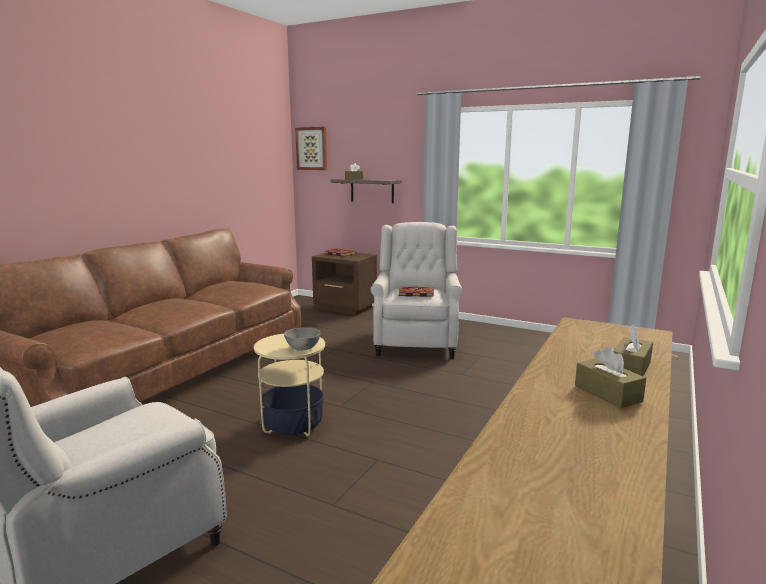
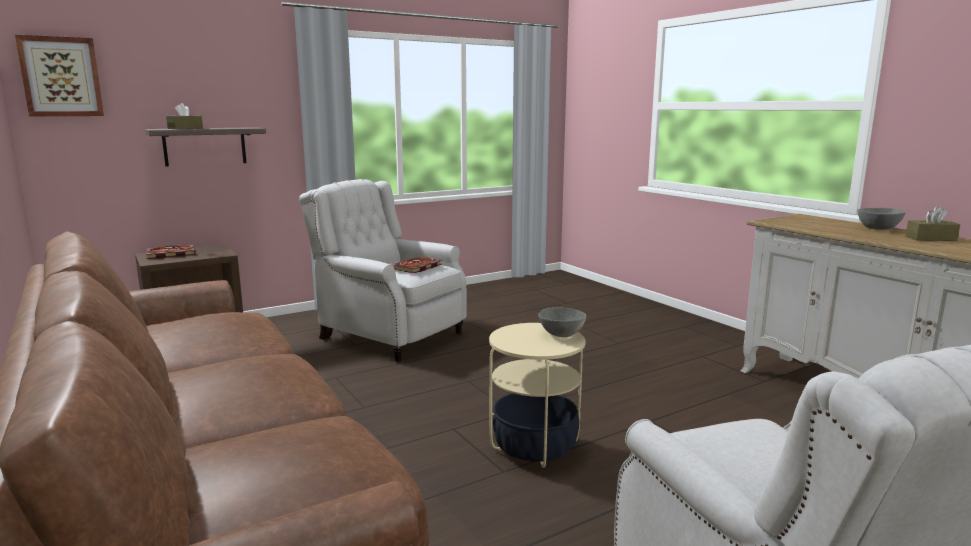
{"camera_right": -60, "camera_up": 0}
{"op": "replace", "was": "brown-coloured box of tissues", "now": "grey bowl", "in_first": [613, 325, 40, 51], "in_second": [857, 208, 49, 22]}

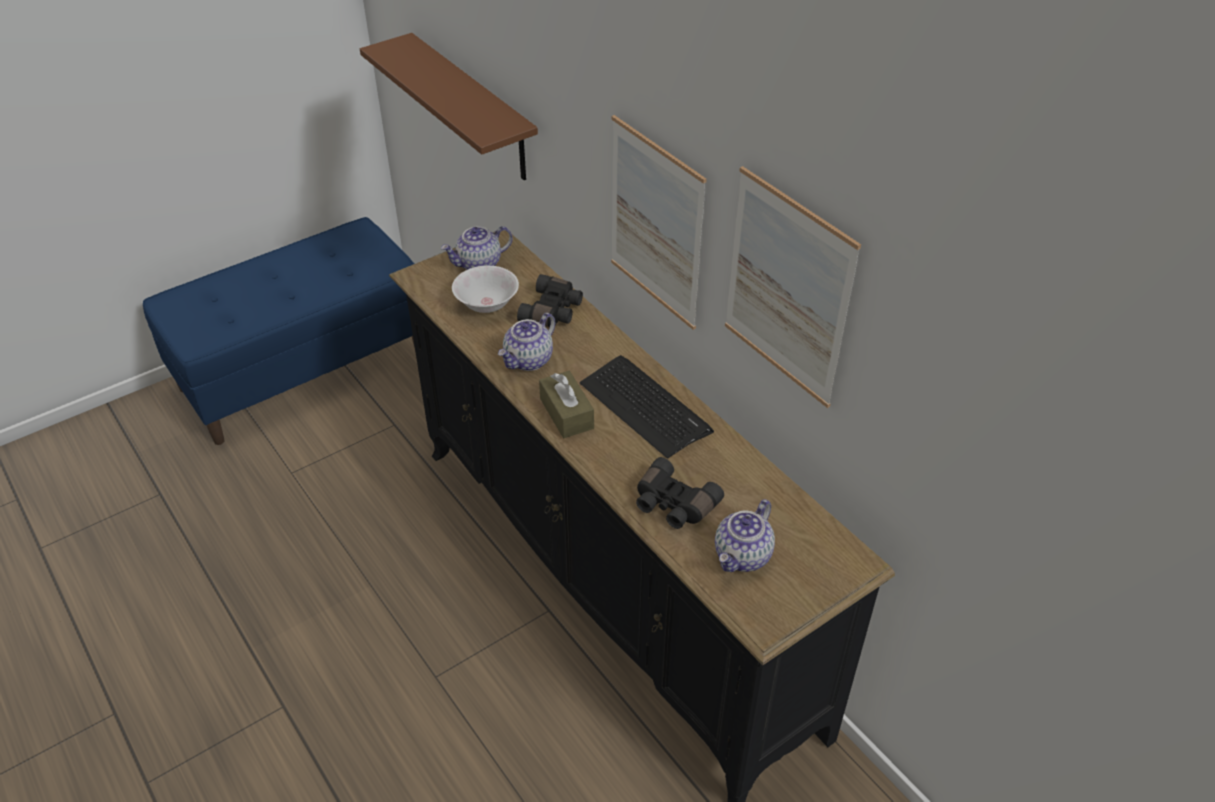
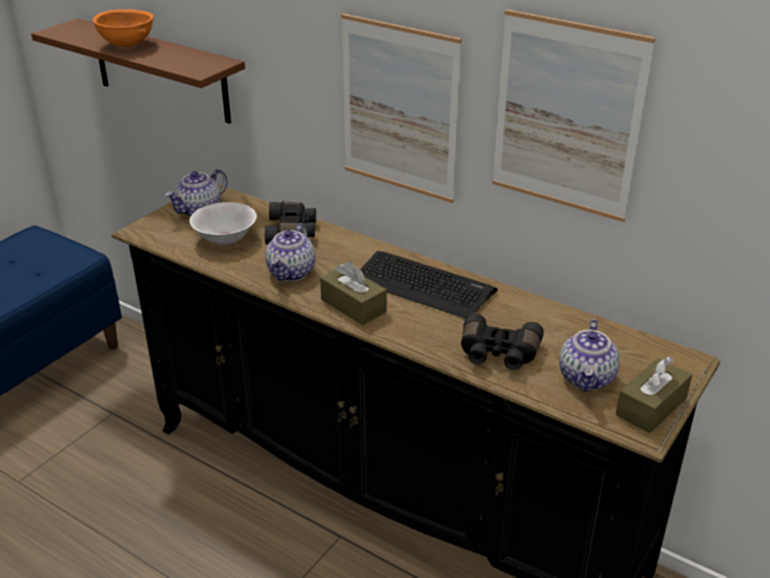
{"camera_right": -20, "camera_up": -10}
{"op": "insert", "now": "orange-coloured bowl", "in_second": [93, 9, 61, 38]}
{"op": "insert", "now": "brown-coloured box of tissues", "in_second": [616, 356, 76, 77]}

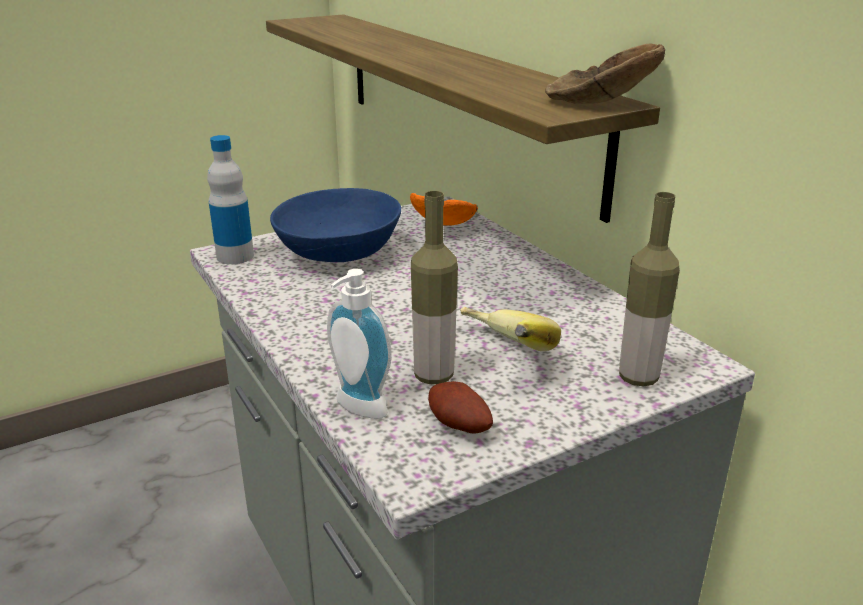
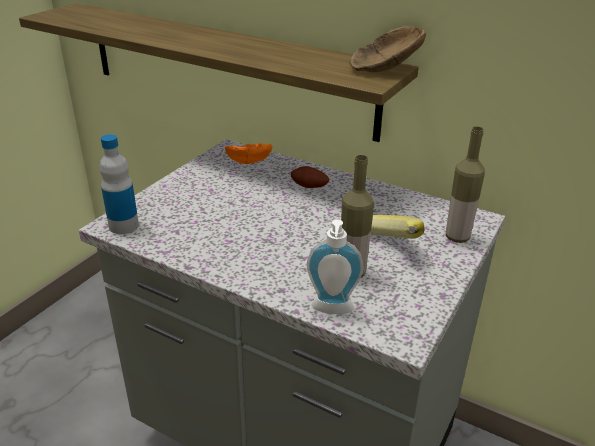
{"camera_right": -30, "camera_up": 5}
{"op": "delete", "was": "bluish bowl", "in_first": [270, 188, 131, 74]}
{"op": "move", "was": "whole potato", "in_first": [428, 381, 65, 53], "in_second": [291, 166, 38, 22]}

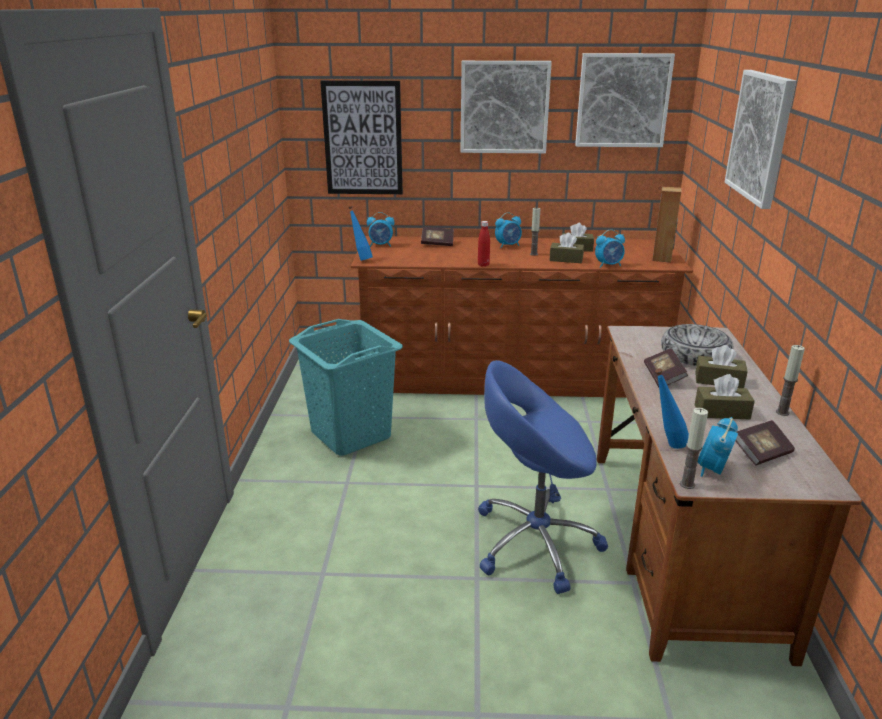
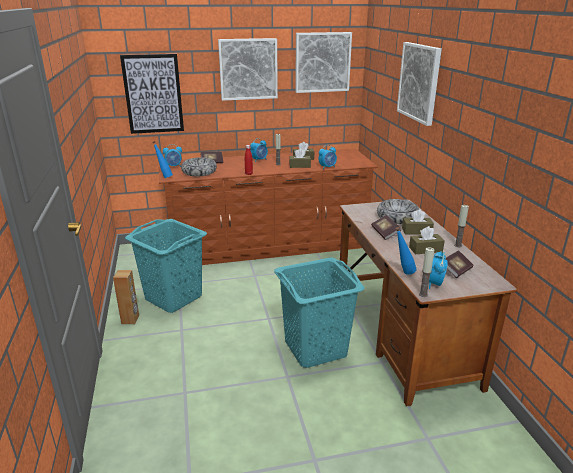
{"camera_right": -15, "camera_up": 0}
{"op": "insert", "now": "bowl", "in_second": [181, 157, 36, 19]}
{"op": "move", "was": "brown-coloured loudspeaker", "in_first": [653, 187, 28, 76], "in_second": [113, 270, 26, 54]}
{"op": "replace", "was": "bluish computer chair", "now": "turquoise hamper", "in_first": [478, 360, 130, 234], "in_second": [274, 257, 90, 111]}

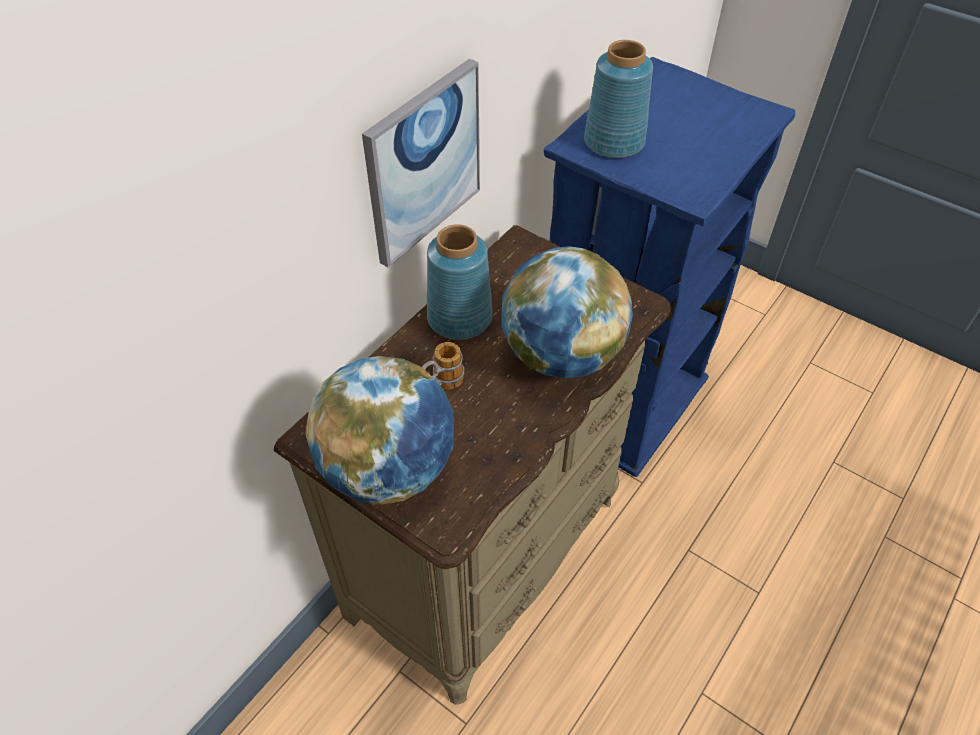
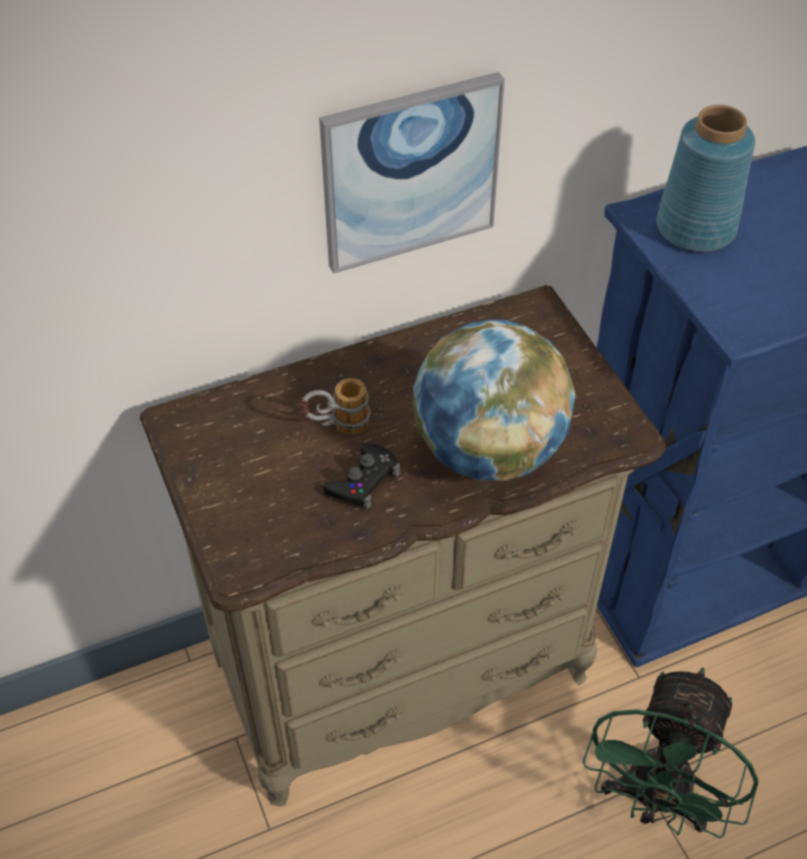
{"camera_right": 30, "camera_up": 0}
{"op": "delete", "was": "world globe", "in_first": [305, 356, 149, 149]}
{"op": "delete", "was": "bluish decorative vase", "in_first": [427, 224, 66, 116]}
{"op": "insert", "now": "black-coloured joypad", "in_second": [323, 443, 77, 66]}
{"op": "insert", "now": "greenish electric fan", "in_second": [583, 667, 176, 171]}

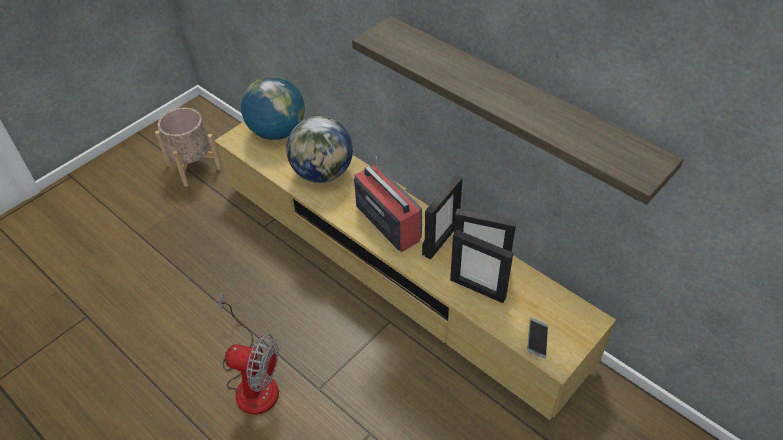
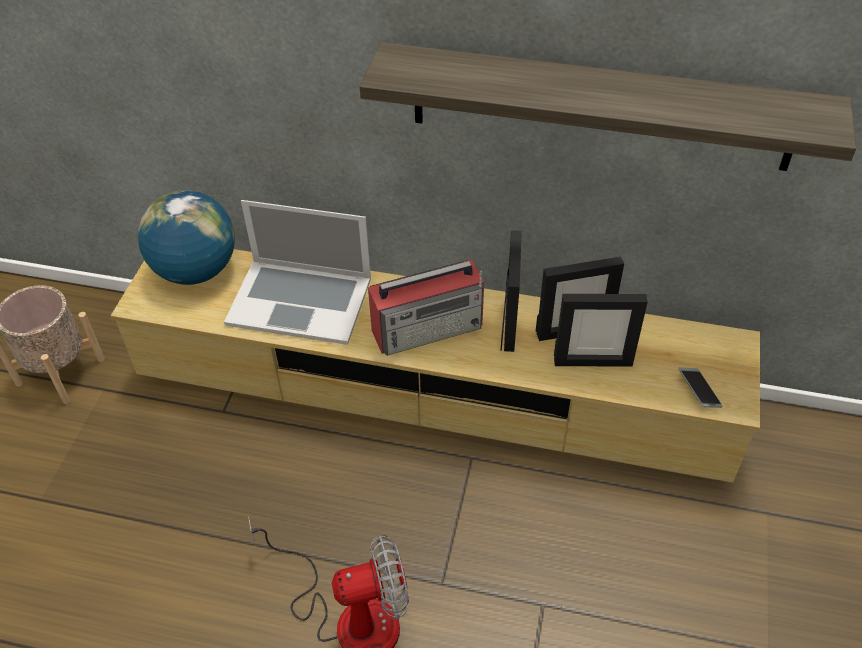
{"camera_right": -30, "camera_up": 0}
{"op": "replace", "was": "world globe", "now": "portable computer", "in_first": [286, 116, 67, 67], "in_second": [224, 200, 147, 145]}
{"op": "rotate", "was": "radio receiver", "in_first": [354, 157, 69, 95], "in_second": [368, 260, 116, 96], "clockwise": 135}

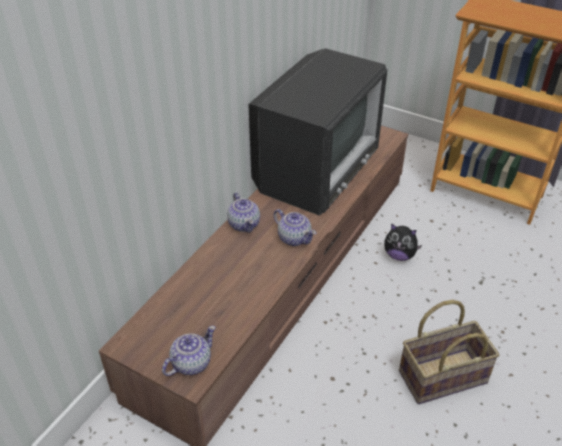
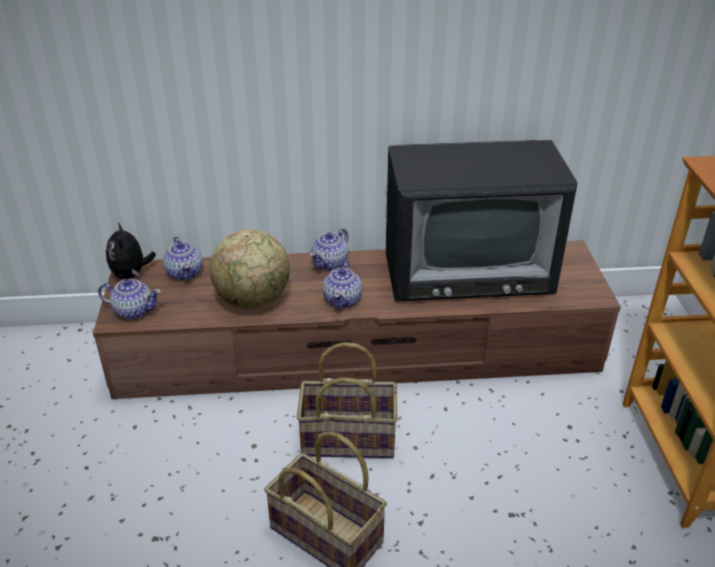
{"camera_right": 55, "camera_up": -5}
{"op": "insert", "now": "tea pot", "in_second": [163, 236, 39, 45]}
{"op": "insert", "now": "world globe", "in_second": [210, 230, 80, 79]}
{"op": "insert", "now": "household basket", "in_second": [297, 342, 100, 116]}
{"op": "move", "was": "soft toy", "in_first": [384, 223, 38, 38], "in_second": [106, 222, 50, 57]}

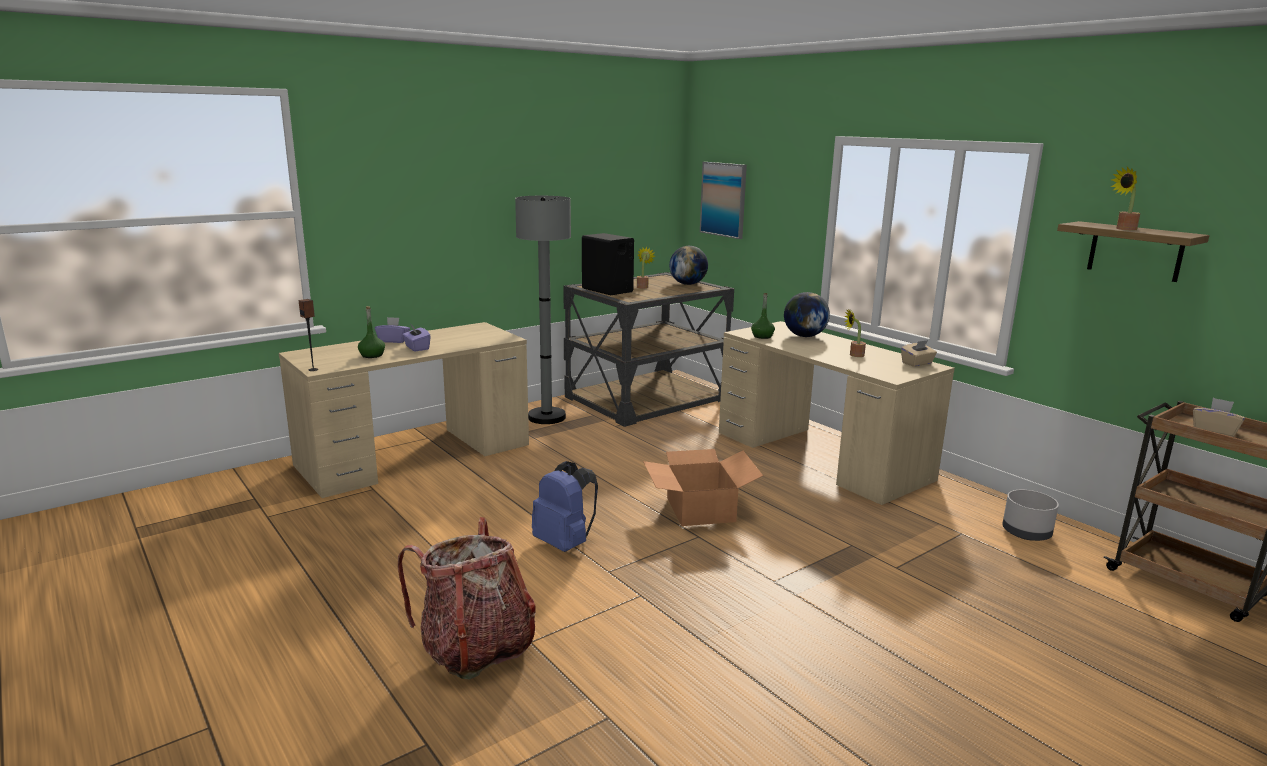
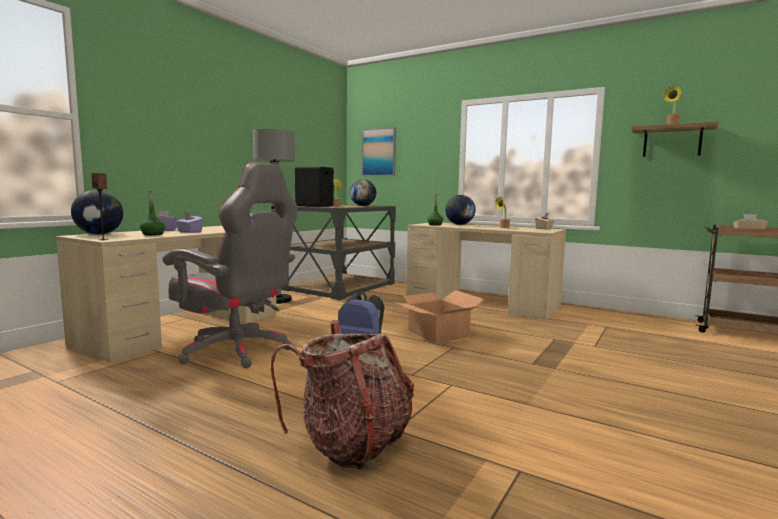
{"camera_right": -20, "camera_up": -10}
{"op": "delete", "was": "grey flower pot", "in_first": [1002, 490, 57, 51]}
{"op": "insert", "now": "world globe", "in_second": [71, 190, 52, 45]}
{"op": "insert", "now": "grey computer chair", "in_second": [162, 162, 136, 206]}

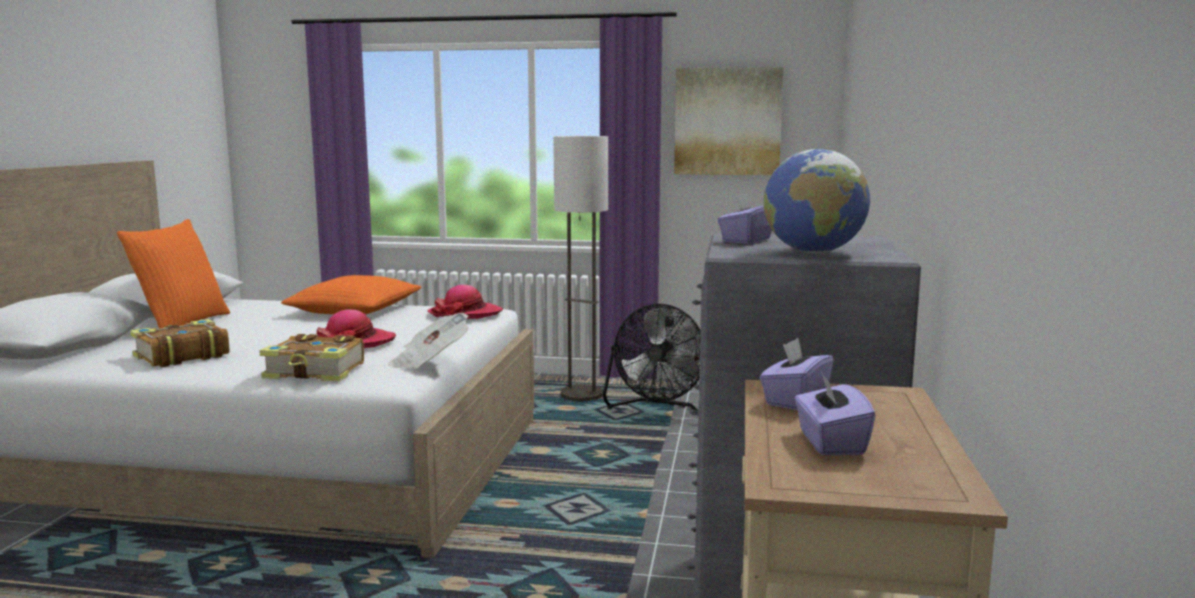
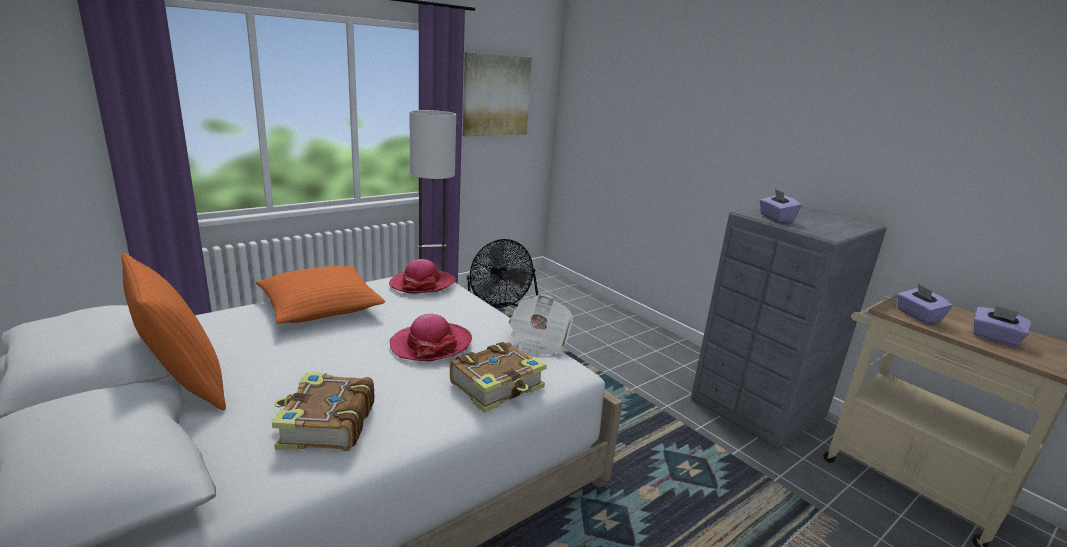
{"camera_right": -50, "camera_up": 10}
{"op": "delete", "was": "world globe", "in_first": [764, 149, 106, 104]}

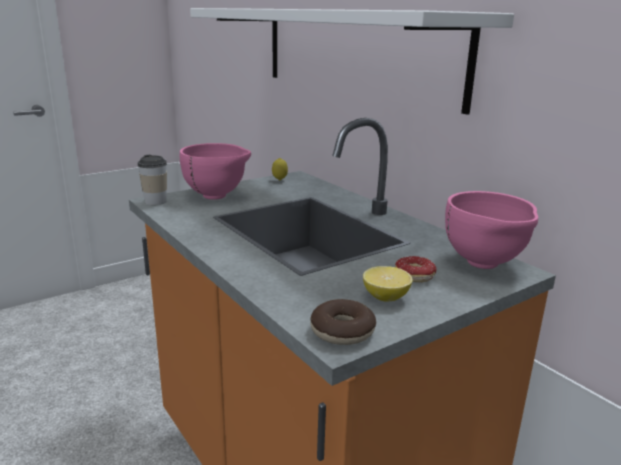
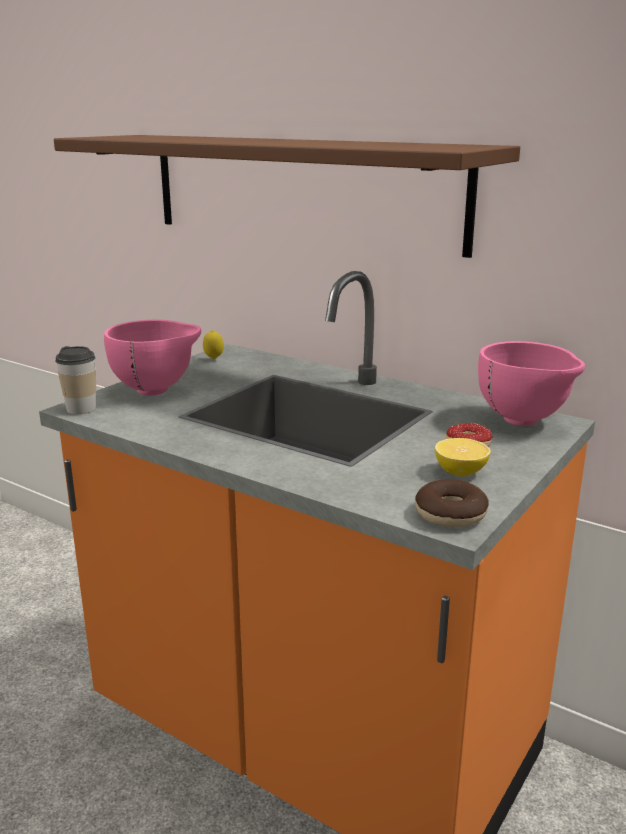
{"camera_right": -20, "camera_up": 0}
{"op": "recolor", "was": "white bracket shelf", "now": "brown-coloured bracket shelf", "in_first": [190, 8, 324, 107], "in_second": [54, 135, 466, 123]}

